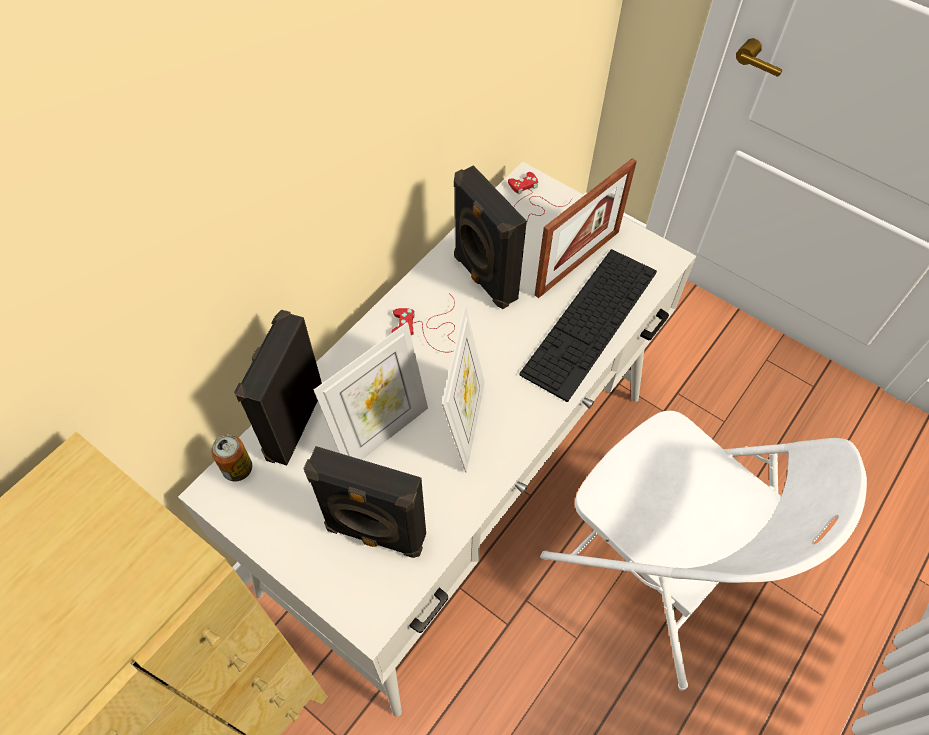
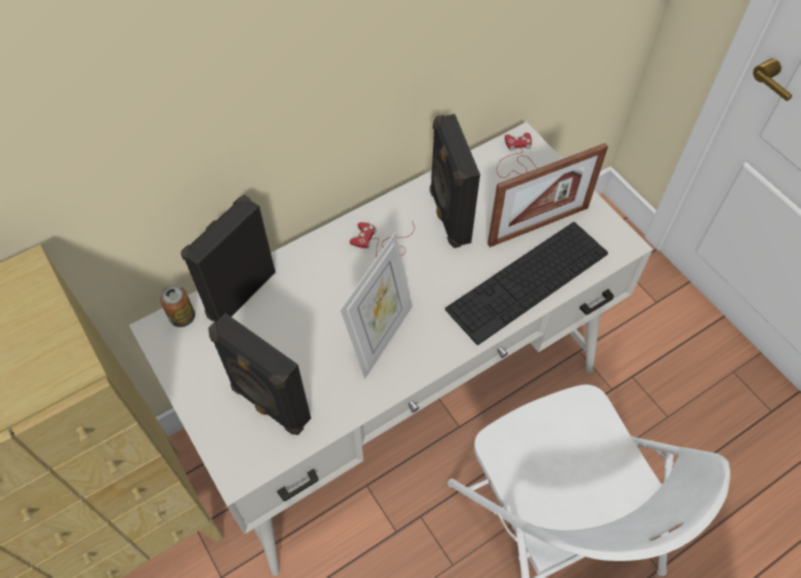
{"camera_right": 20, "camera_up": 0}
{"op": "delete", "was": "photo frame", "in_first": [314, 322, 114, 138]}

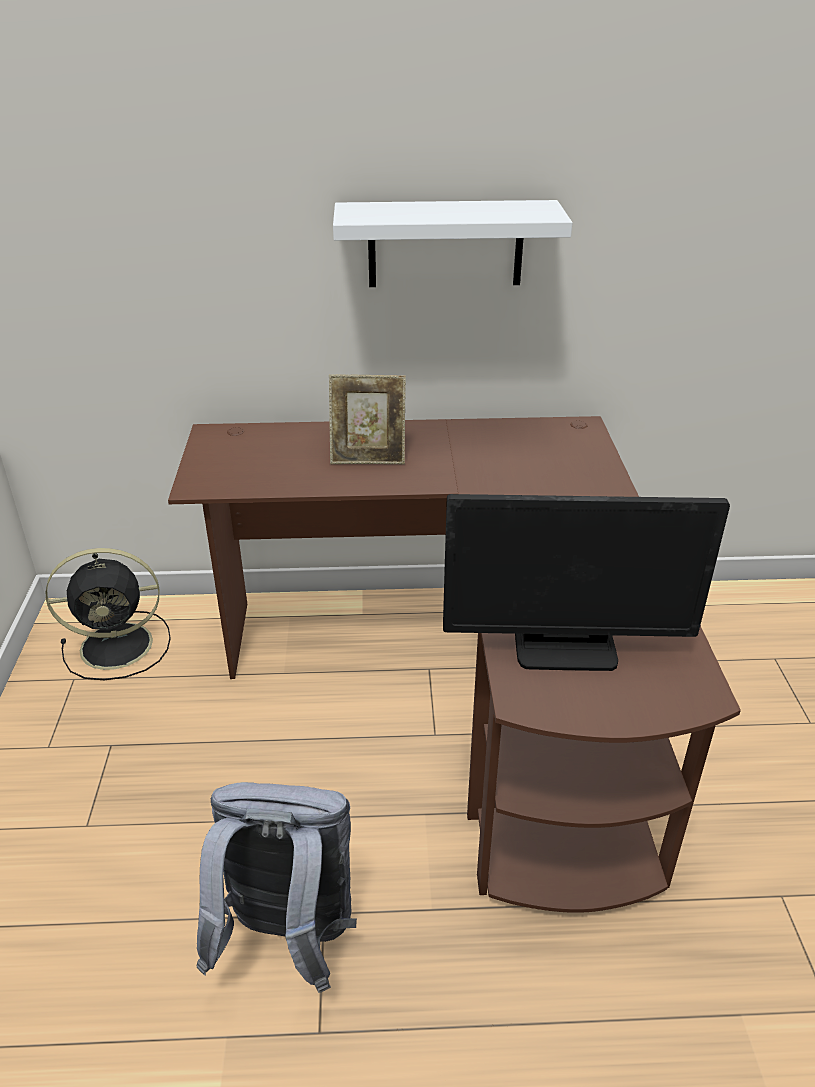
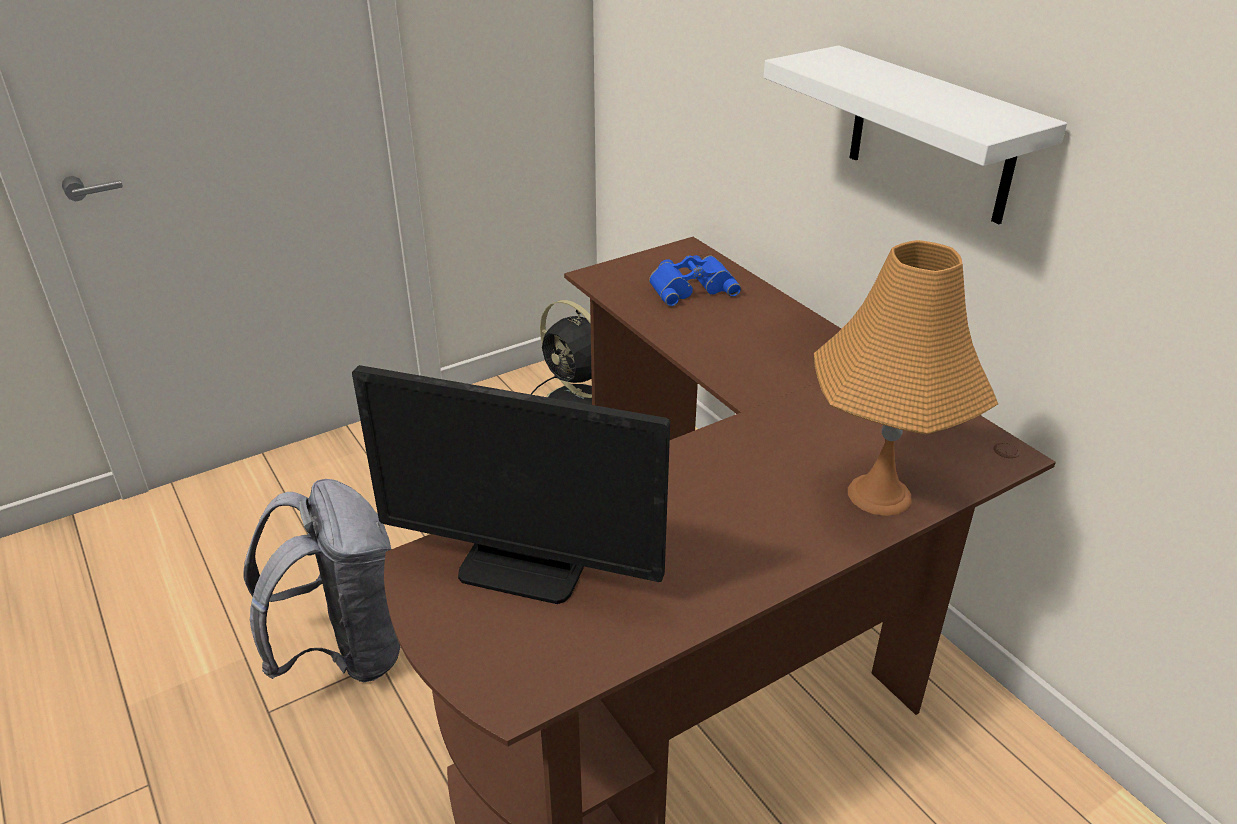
{"camera_right": 60, "camera_up": 0}
{"op": "delete", "was": "photo frame", "in_first": [329, 374, 77, 90]}
{"op": "insert", "now": "bluish pair of binoculars", "in_second": [649, 255, 92, 52]}
{"op": "insert", "now": "orange-coloured tabletop lamp", "in_second": [814, 240, 184, 276]}
{"op": "rotate", "was": "computer display", "in_first": [443, 494, 287, 177], "in_second": [352, 365, 318, 239], "clockwise": -45}

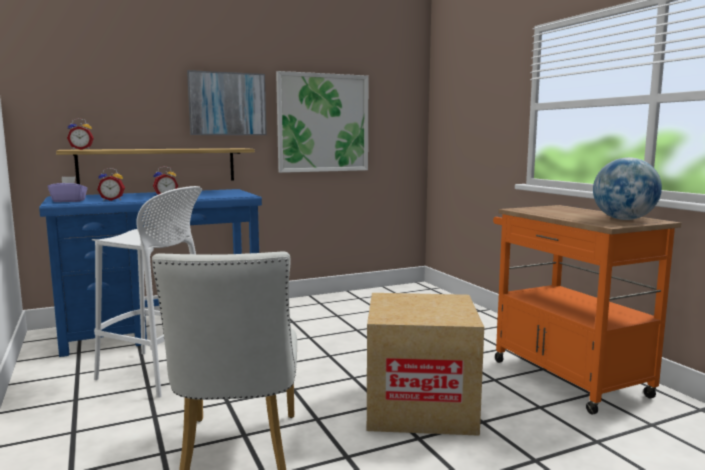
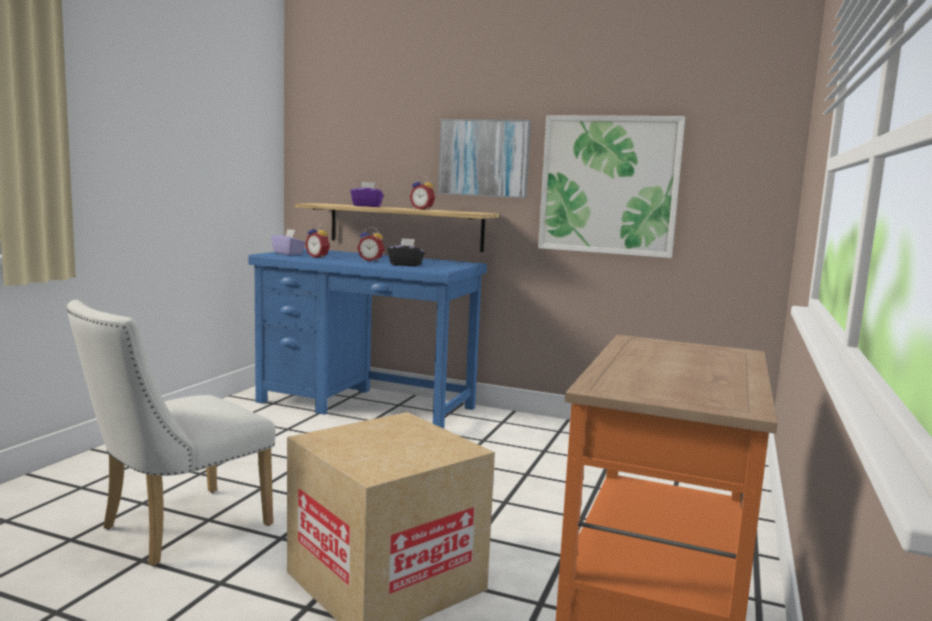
{"camera_right": 45, "camera_up": 0}
{"op": "delete", "was": "white stool seat", "in_first": [92, 186, 110, 212]}
{"op": "delete", "was": "world globe", "in_first": [593, 157, 69, 63]}
{"op": "insert", "now": "purplish box of tissues", "in_second": [350, 182, 34, 25]}
{"op": "insert", "now": "black-coloured box of tissues", "in_second": [387, 238, 38, 29]}
{"op": "move", "was": "table clock", "in_first": [67, 118, 27, 32], "in_second": [410, 176, 25, 34]}

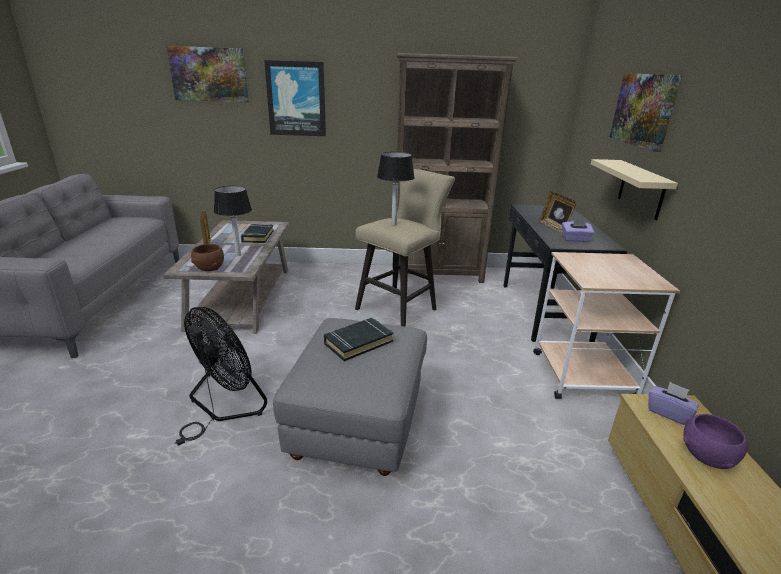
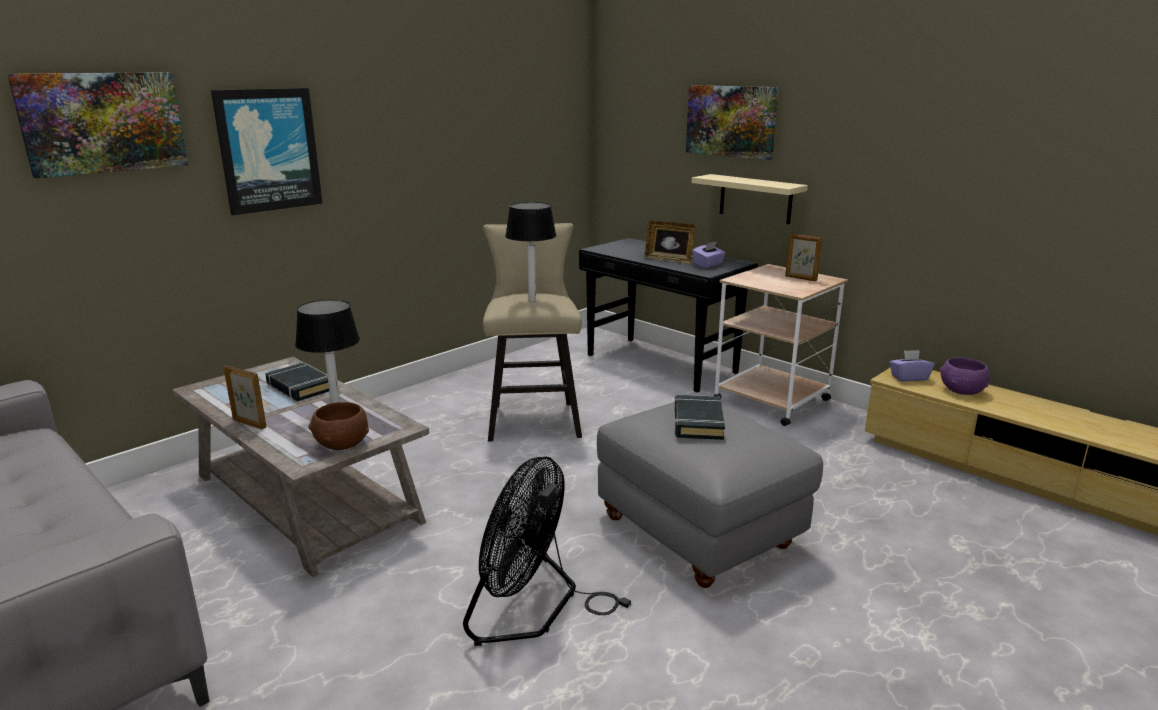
{"camera_right": -45, "camera_up": -5}
{"op": "delete", "was": "brown-coloured bookshelf", "in_first": [396, 53, 122, 230]}
{"op": "insert", "now": "photo frame", "in_second": [785, 233, 37, 48]}
{"op": "rotate", "was": "black-coloured electric fan", "in_first": [174, 307, 93, 139], "in_second": [463, 457, 168, 189], "clockwise": -60}

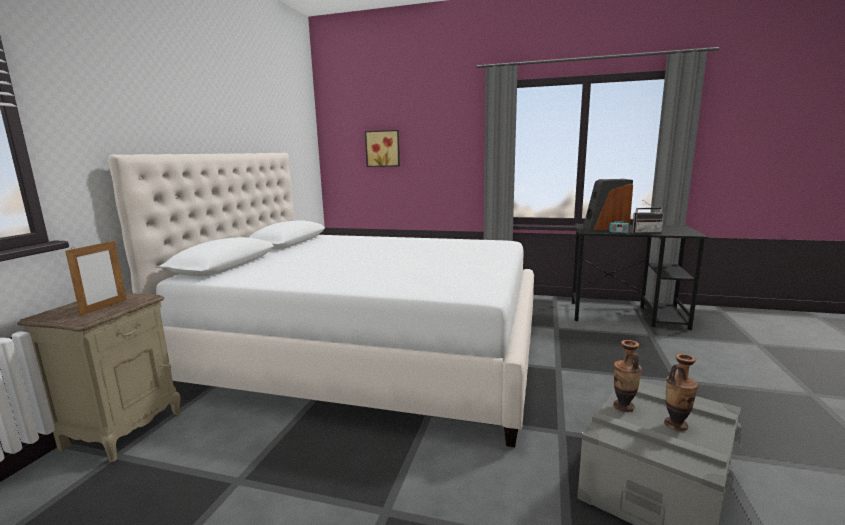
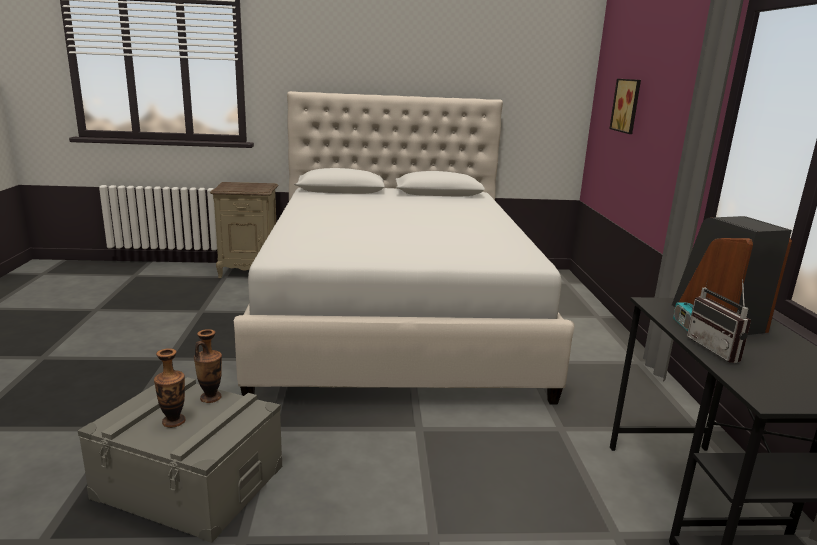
{"camera_right": 70, "camera_up": 5}
{"op": "delete", "was": "photo frame", "in_first": [65, 240, 62, 76]}

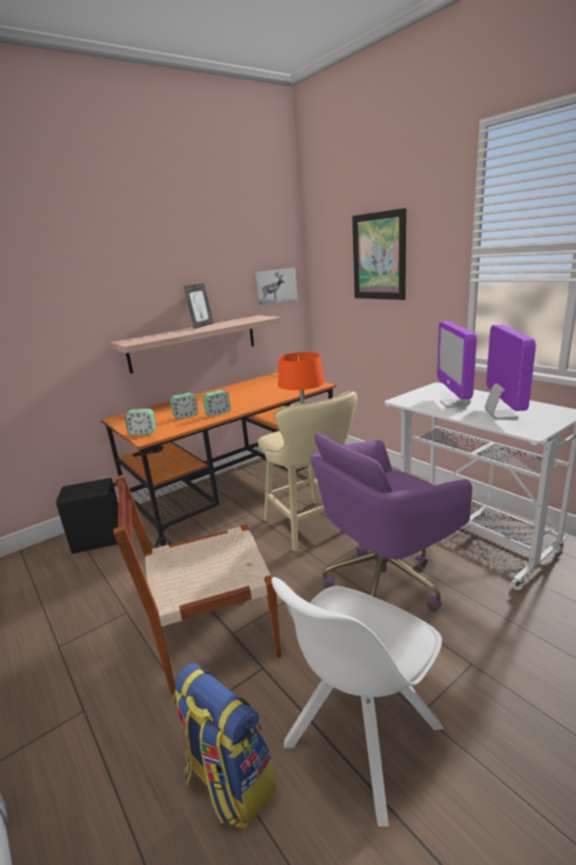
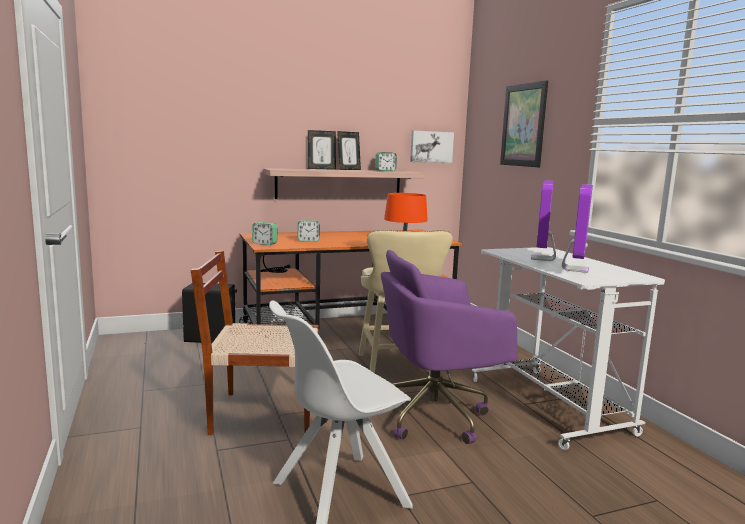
{"camera_right": 15, "camera_up": -10}
{"op": "delete", "was": "knapsack", "in_first": [173, 663, 103, 166]}
{"op": "insert", "now": "photo frame", "in_second": [308, 130, 28, 40]}
{"op": "move", "was": "table clock", "in_first": [203, 390, 28, 27], "in_second": [375, 152, 22, 19]}

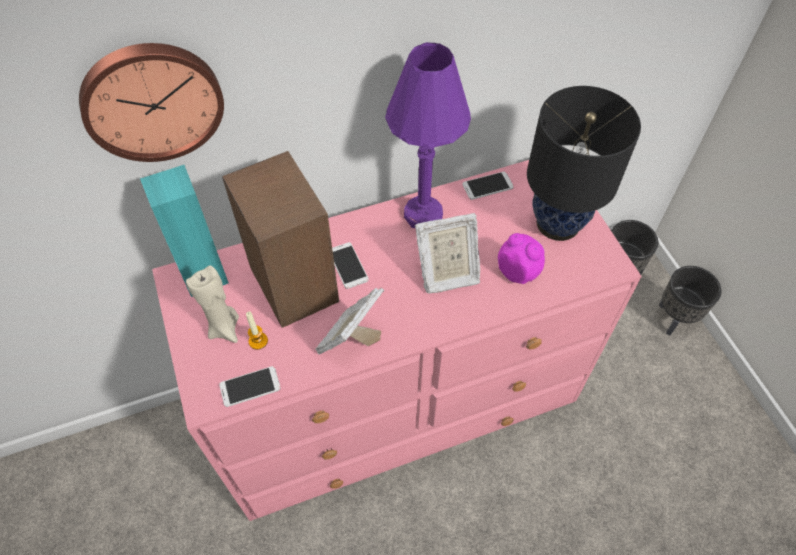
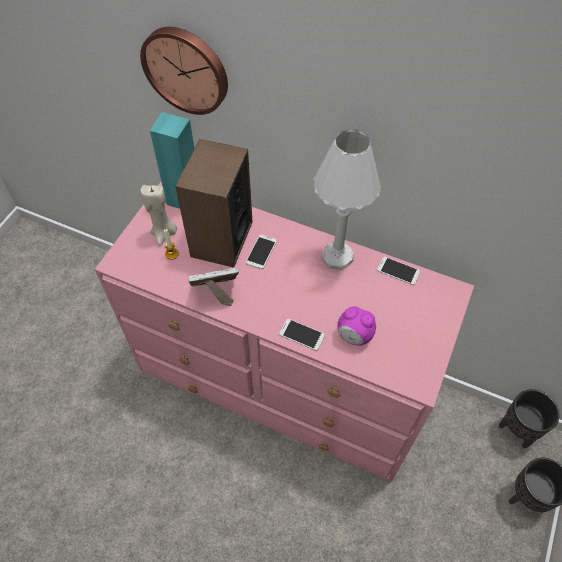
{"camera_right": 45, "camera_up": 0}
{"op": "delete", "was": "photo frame", "in_first": [415, 213, 65, 80]}
{"op": "delete", "was": "black-coloured tabletop lamp", "in_first": [527, 86, 114, 155]}
{"op": "move", "was": "handset", "in_first": [219, 366, 62, 41], "in_second": [279, 319, 46, 32]}
{"op": "recolor", "was": "purplish tabletop lamp", "now": "white tabletop lamp", "in_first": [385, 42, 86, 186], "in_second": [314, 129, 67, 141]}
{"op": "rotate", "was": "table clock", "in_first": [498, 233, 47, 51], "in_second": [337, 306, 39, 39], "clockwise": 120}

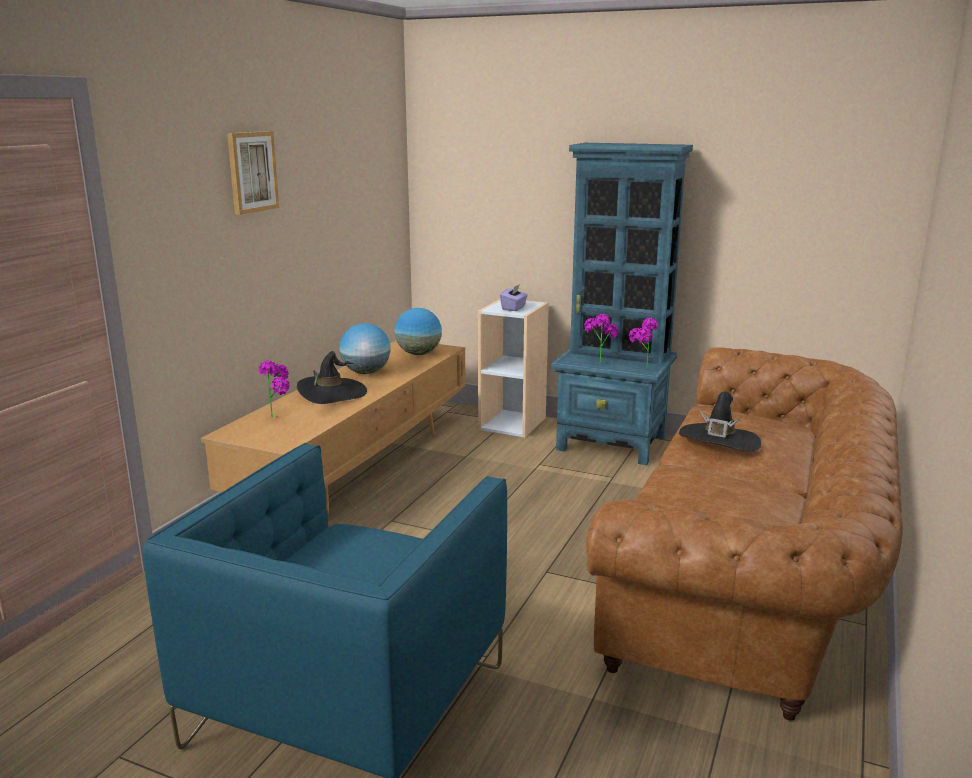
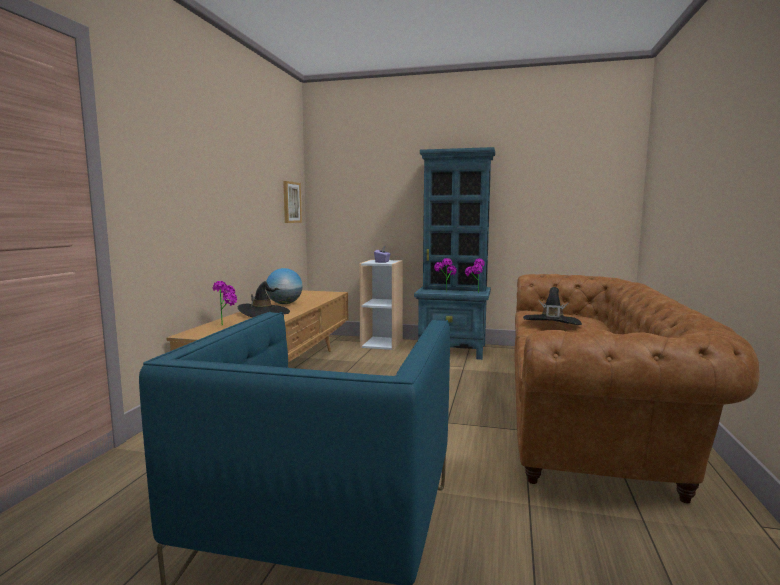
{"camera_right": -10, "camera_up": -10}
{"op": "delete", "was": "world globe", "in_first": [395, 308, 47, 47]}
{"op": "move", "was": "picture", "in_first": [227, 131, 52, 84], "in_second": [283, 181, 19, 42]}

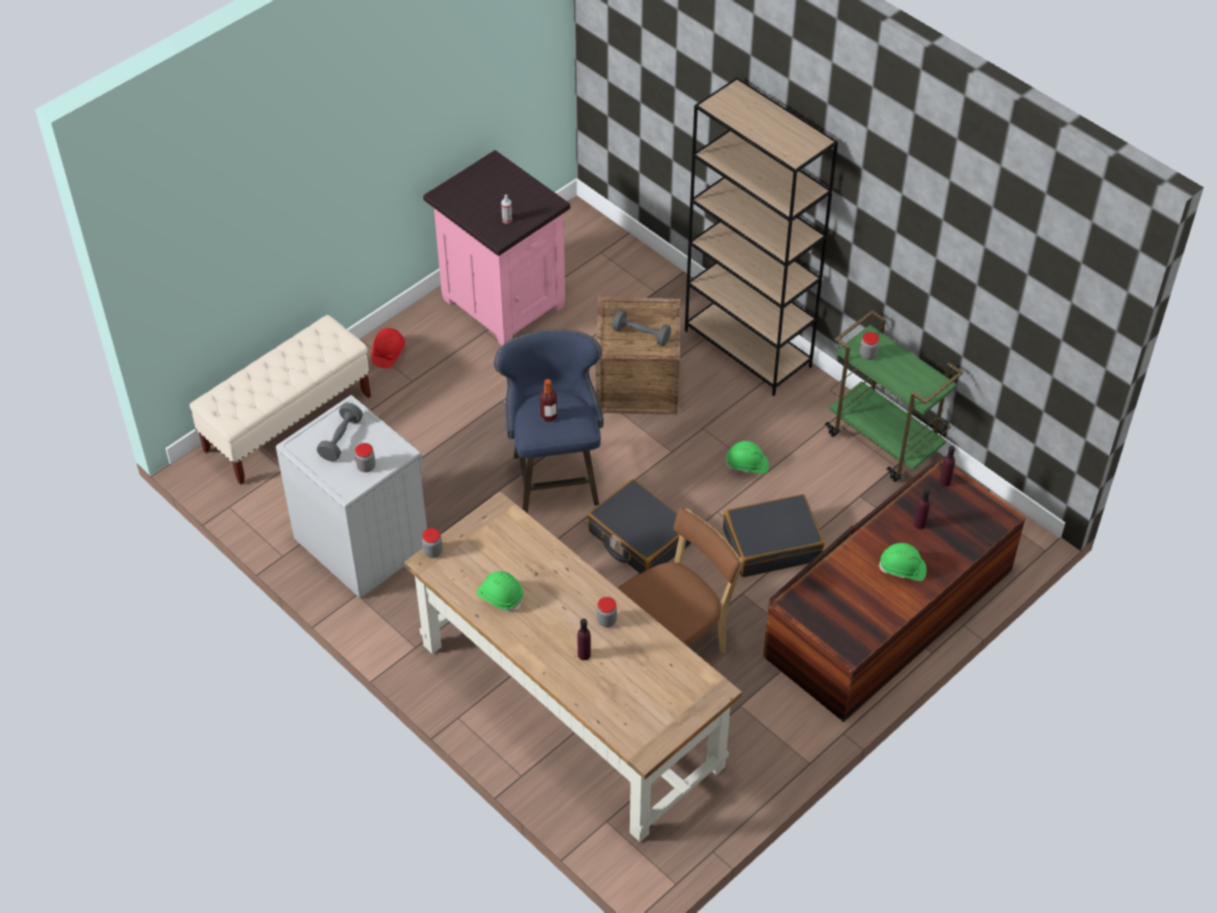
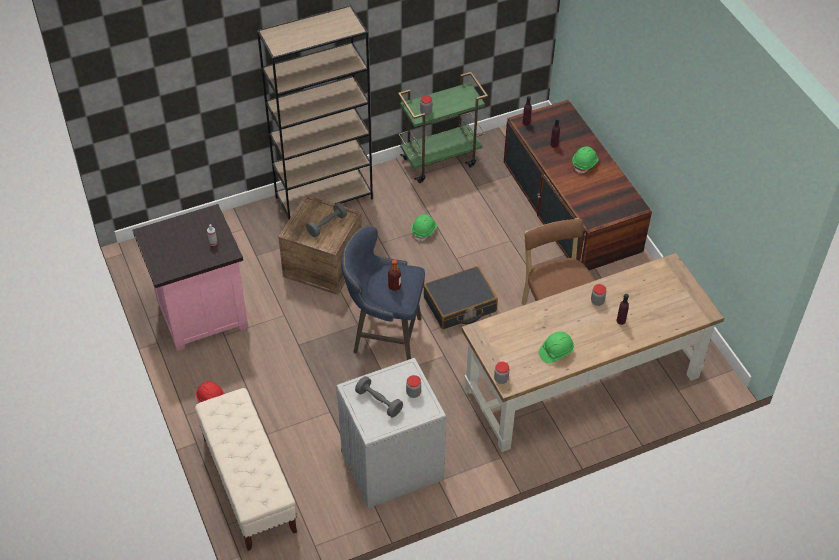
{"camera_right": -70, "camera_up": 0}
{"op": "delete", "was": "black-coloured travel case", "in_first": [723, 494, 101, 83]}

